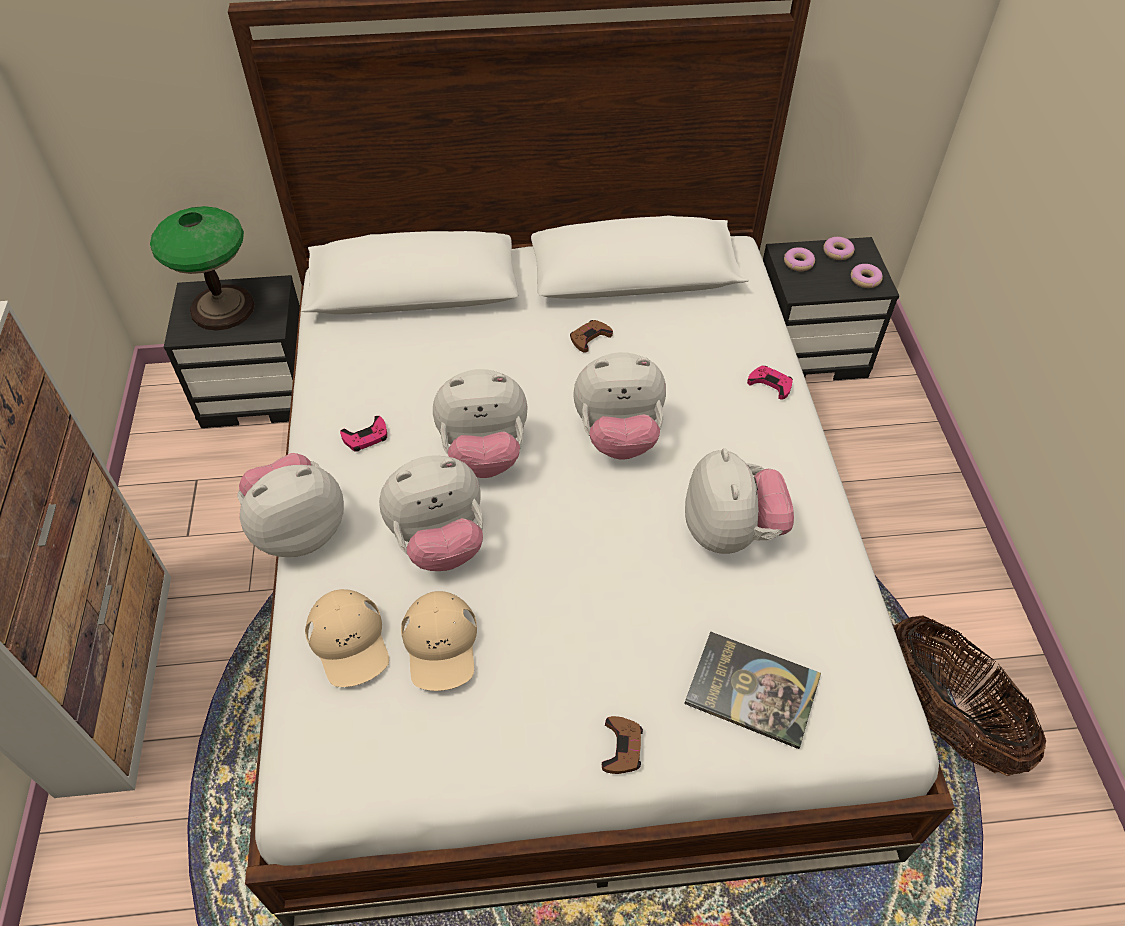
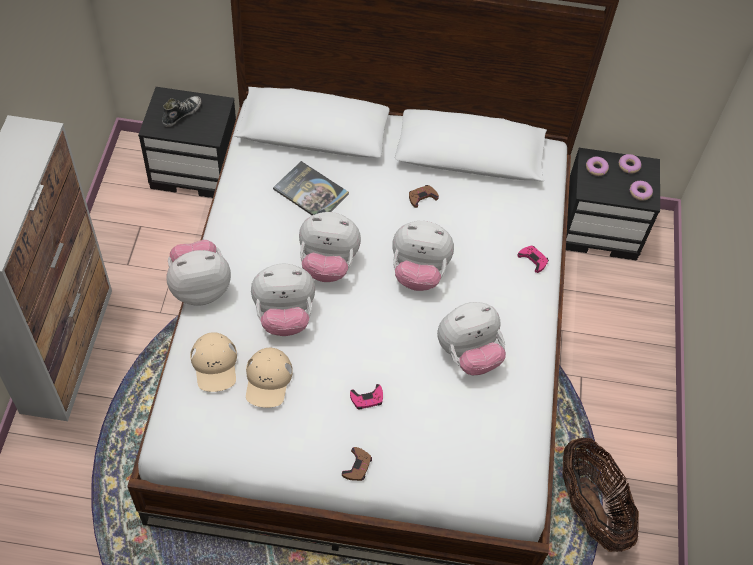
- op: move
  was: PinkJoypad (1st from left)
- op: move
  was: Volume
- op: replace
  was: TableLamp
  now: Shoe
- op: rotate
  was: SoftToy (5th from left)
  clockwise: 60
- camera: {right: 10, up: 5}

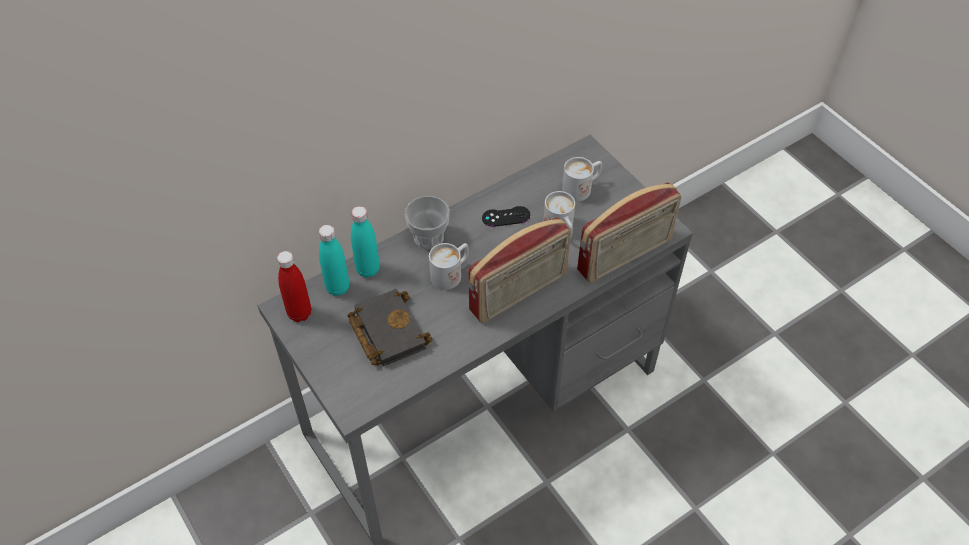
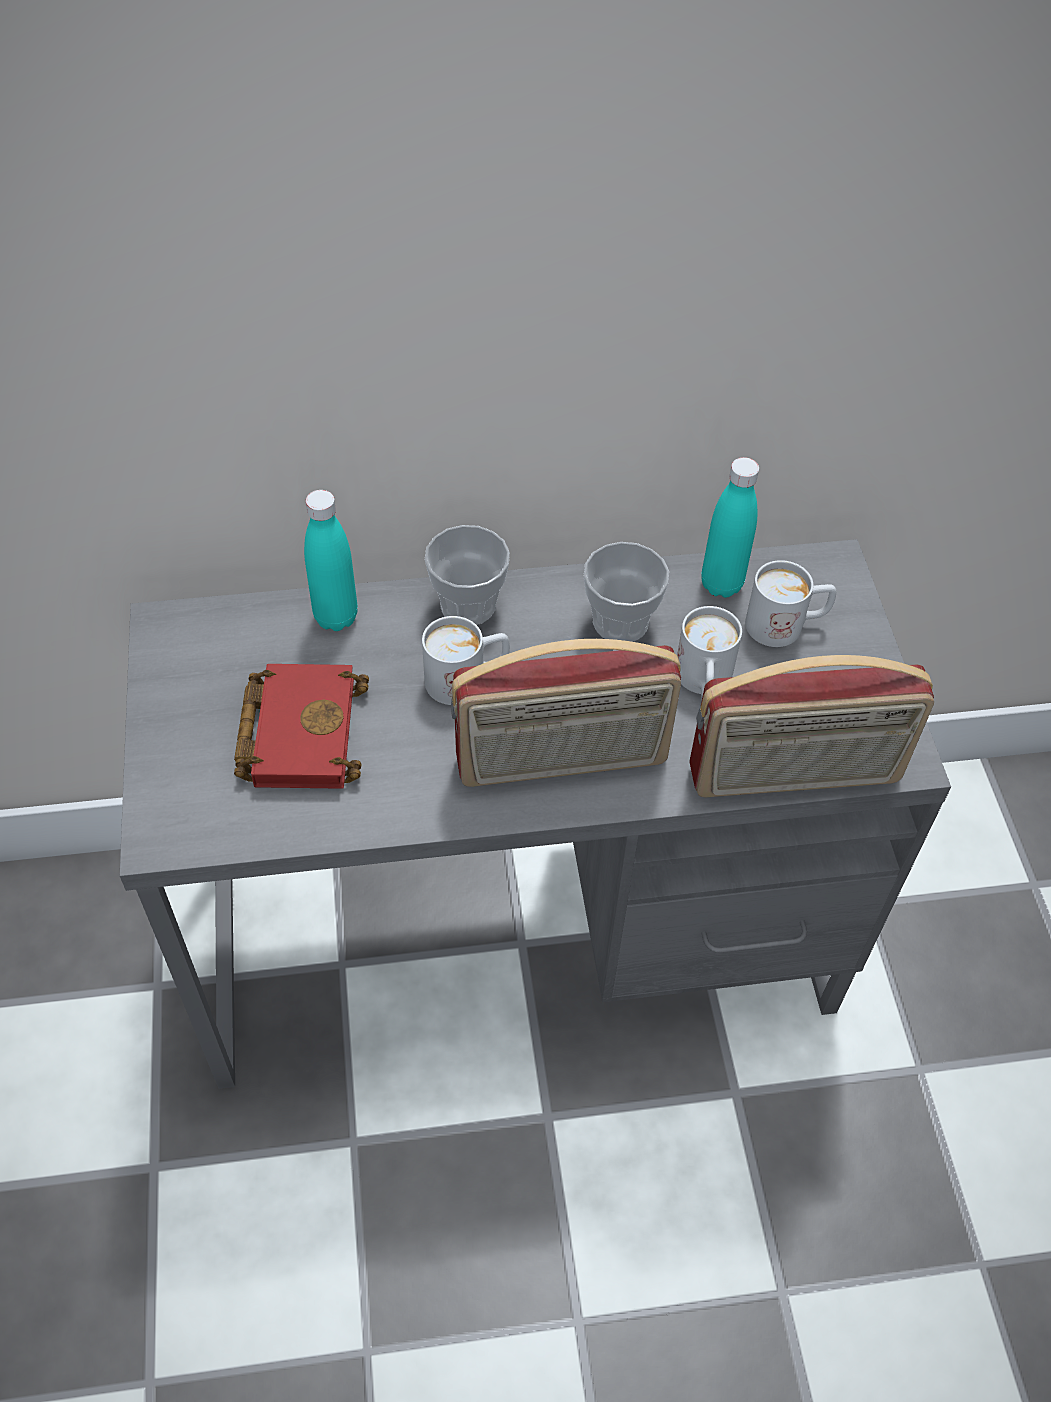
- op: delete
  was: RedColouredBottle
- op: move
  was: TurquoiseColouredBottle (1st from left in the first image)
  now: TurquoiseColouredBottle (2nd from left)
- op: replace
  was: BlackJoypad
  now: DrinkingCup (2nd from left)
- op: recolor
  was: BlackVolume
  now: RedColouredVolume
- camera: {right: 25, up: 0}

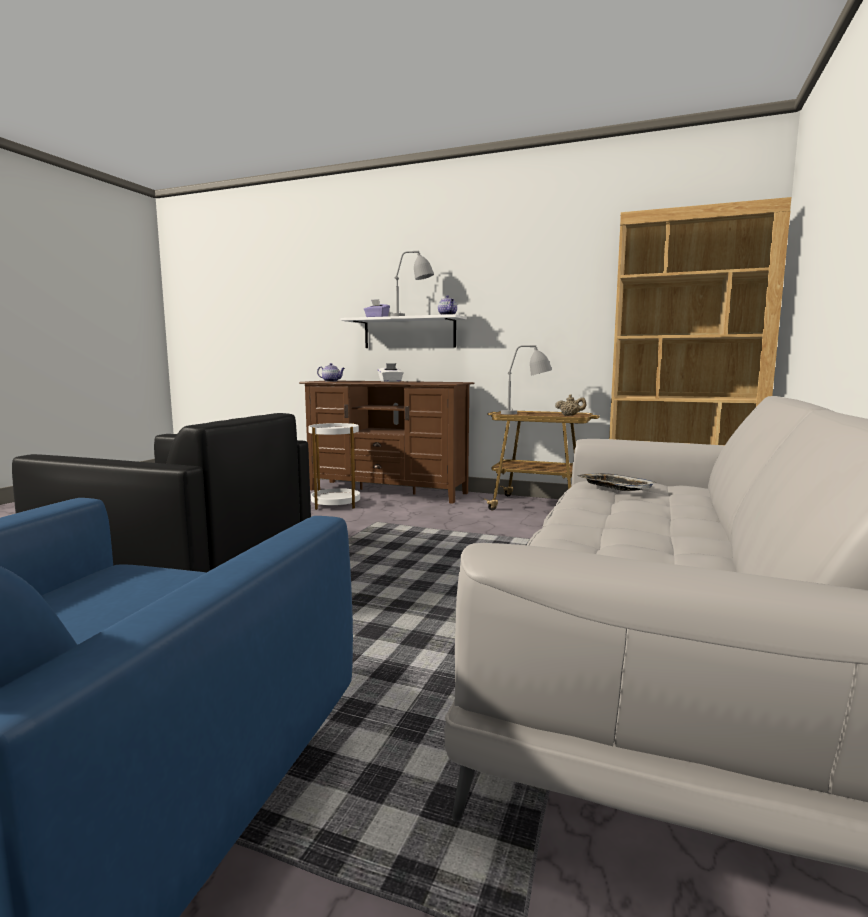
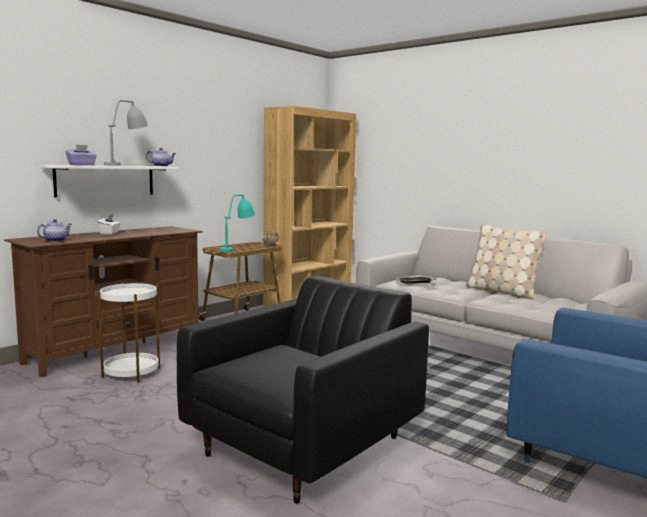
- op: insert
  now: SandColouredPillow
- op: recolor
  was: GreyTableLamp (2nd from left)
  now: TurquoiseColouredTableLamp
- camera: {right: -70, up: 0}

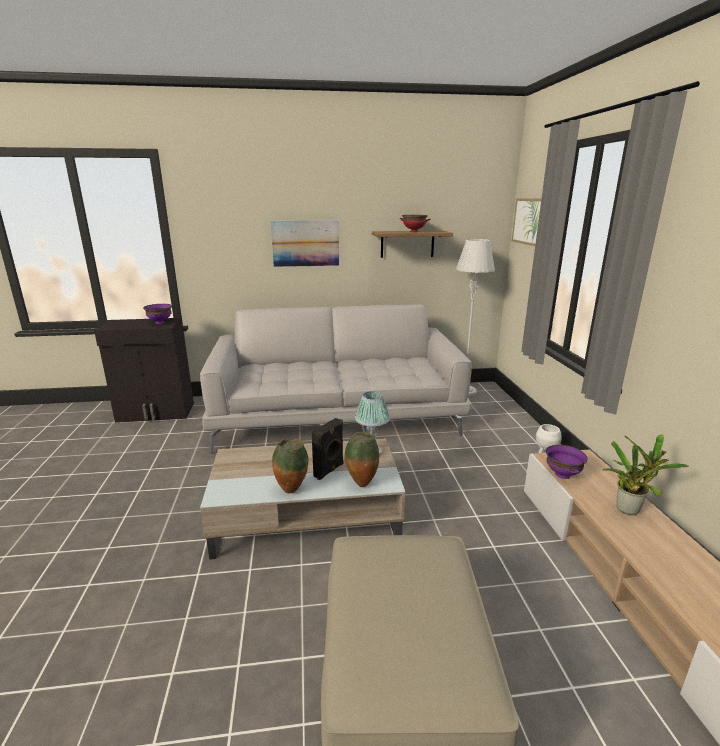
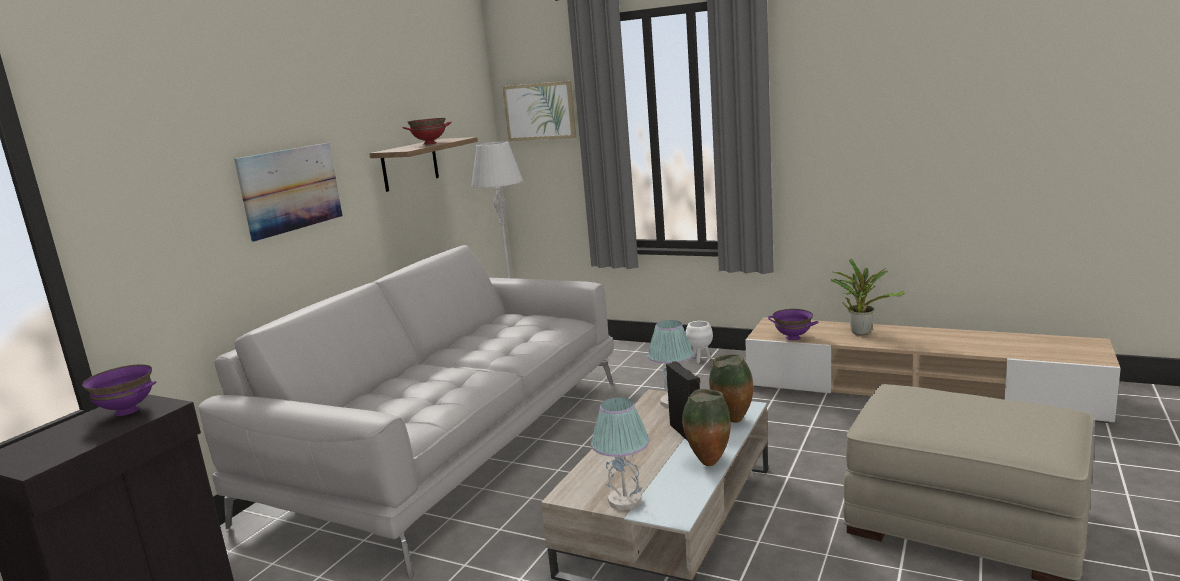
- op: insert
  now: TableLamp (1st from left)
- camera: {right: -55, up: -5}

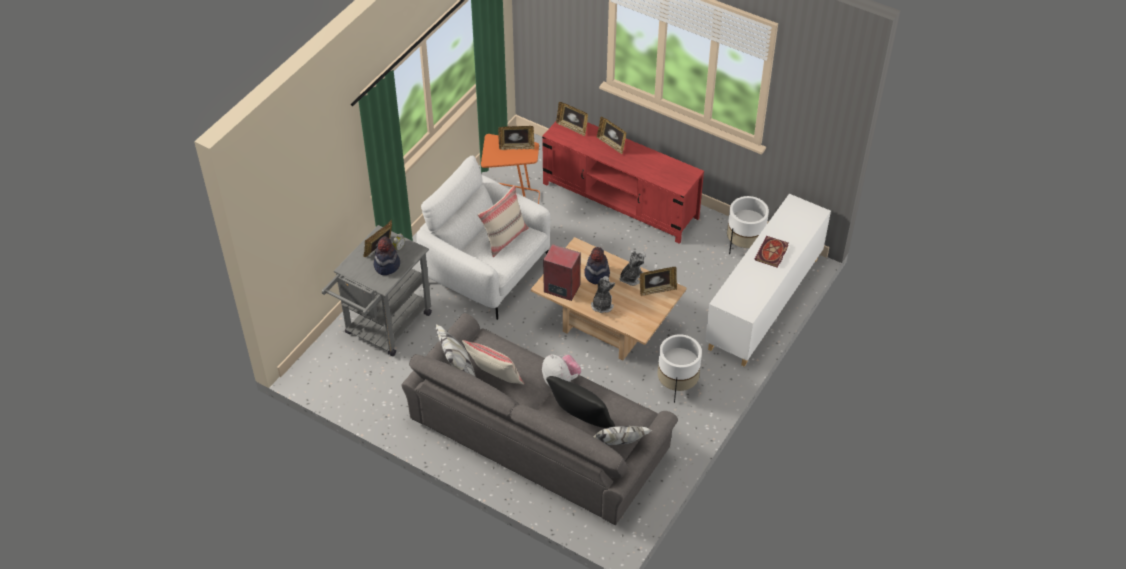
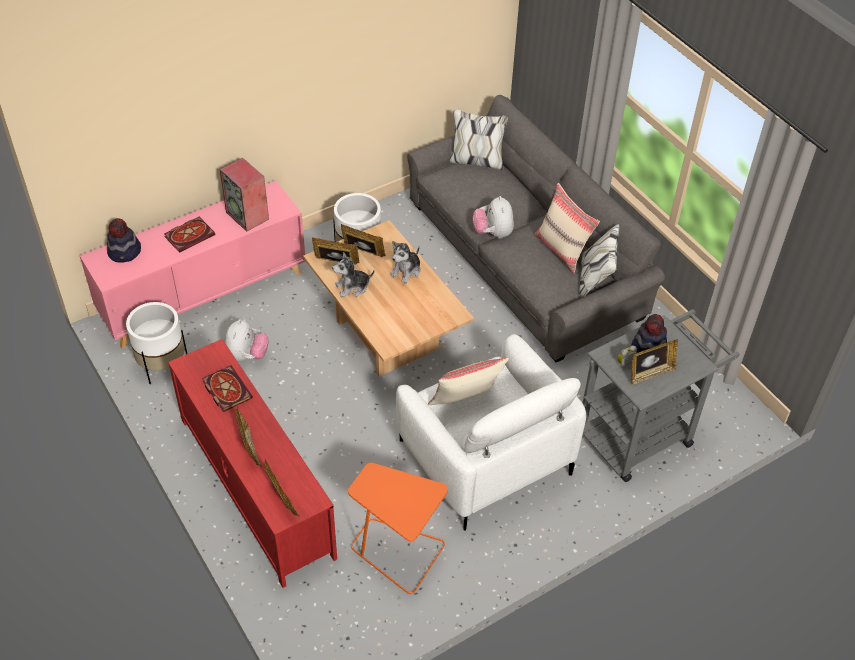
- op: delete
  was: BlackPillow
- op: insert
  now: Volume (2nd from left)
- op: insert
  now: SoftToy (1st from left)
- op: move
  was: PictureFrame (2nd from left in the first image)
  now: PictureFrame (4th from left)
- op: move
  was: Loudspeaker
- op: move
  was: ClothingHat (2nd from left in the first image)
  now: ClothingHat (1st from left)
- op: recolor
  was: WhiteColouredStorageCabinet
  now: PinkStorageCabinet
- camera: {right: -155, up: 0}

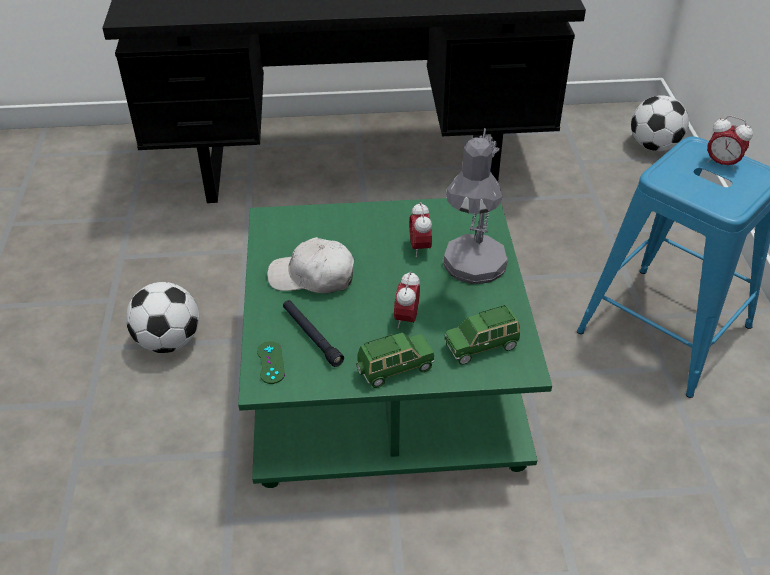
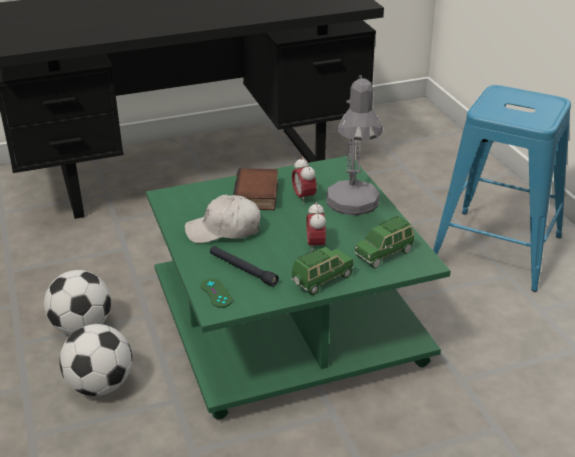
- op: delete
  was: TableClock (3rd from left)
- op: insert
  now: Volume
- op: move
  was: Football (2nd from left)
- camera: {right: -15, up: -10}

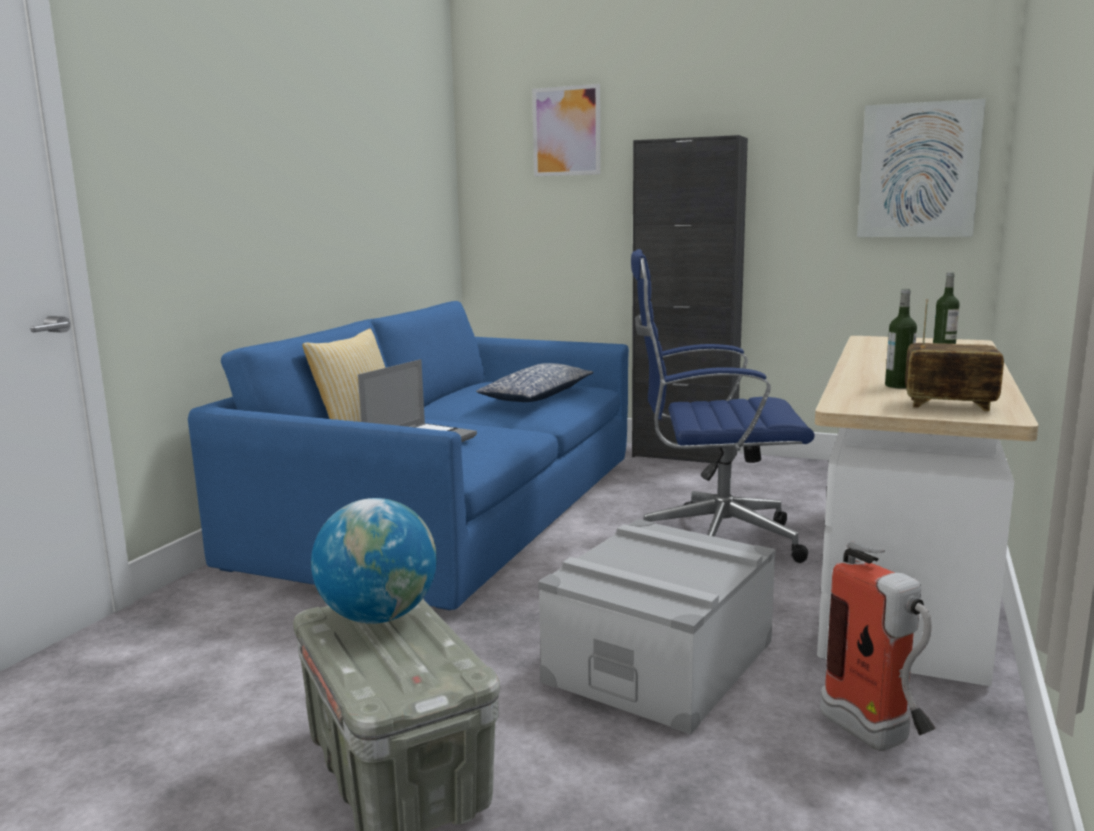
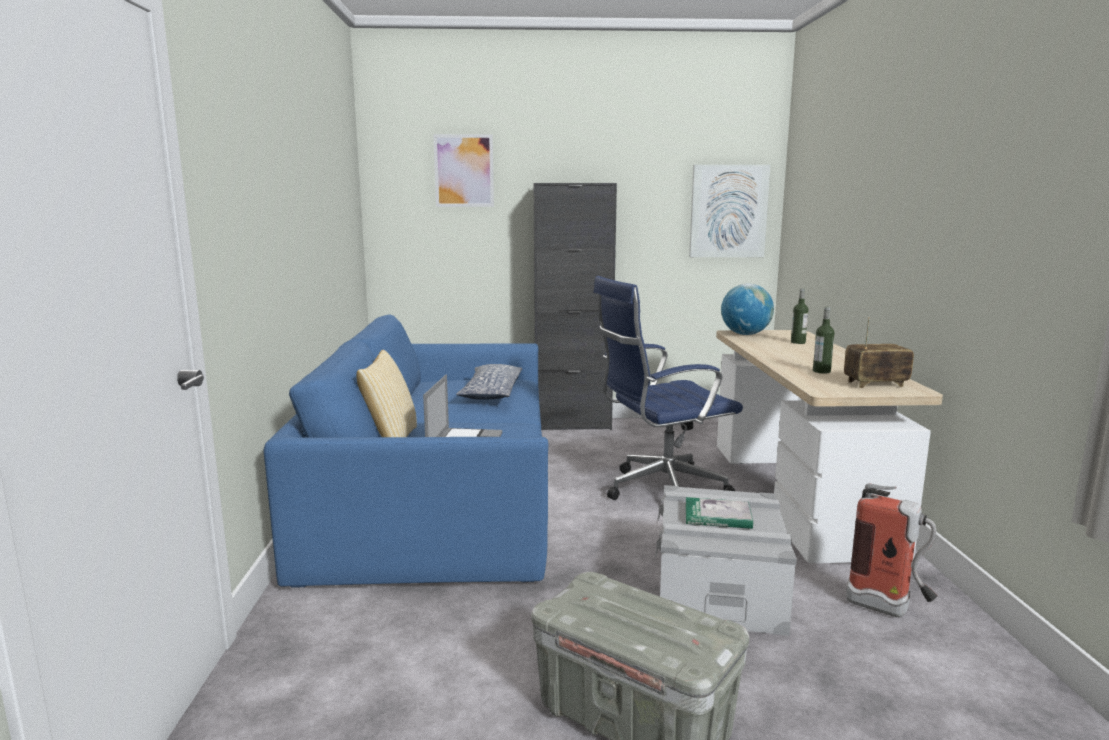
- op: insert
  now: Volume
- op: move
  was: DeskGlobe
- camera: {right: -25, up: 0}

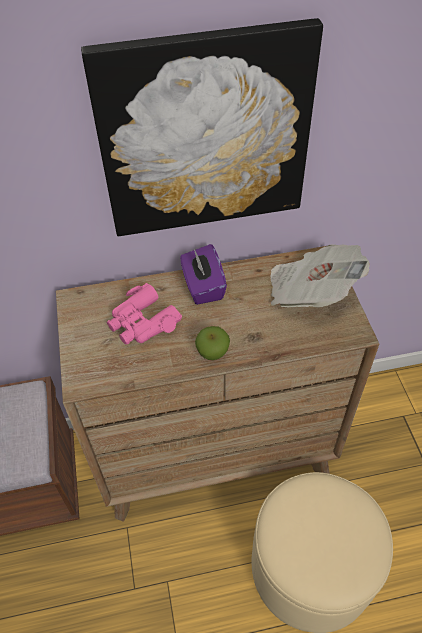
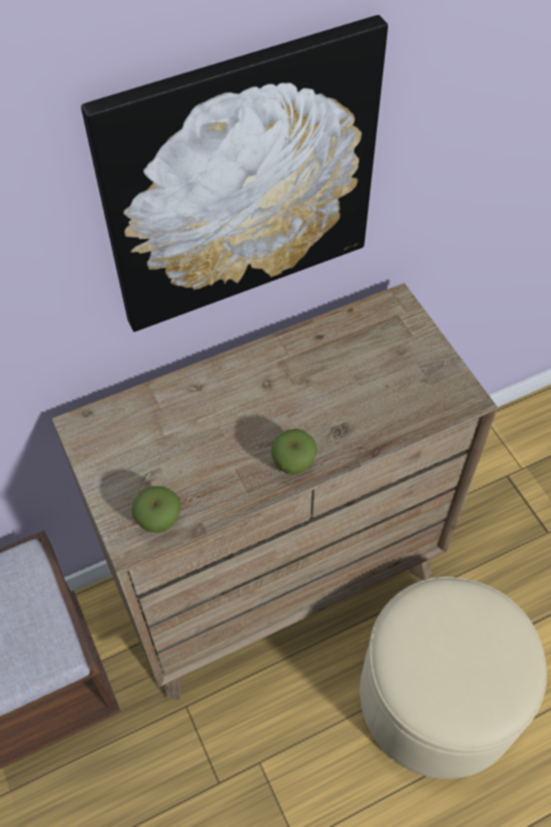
- op: delete
  was: PinkBinoculars
- op: delete
  was: PurplishTissueHolder
- op: delete
  was: Newspaper
- op: insert
  now: Apple (1st from left)
- camera: {right: -15, up: 5}

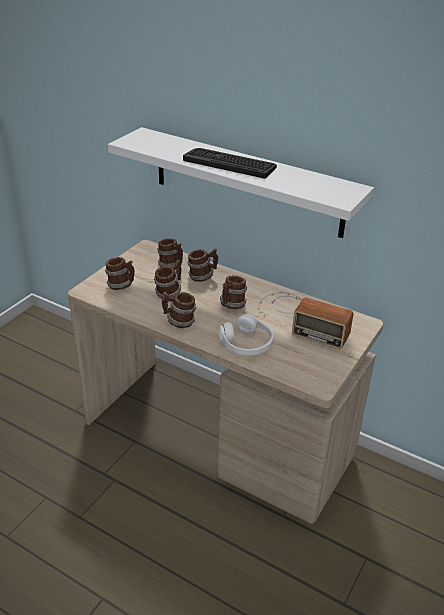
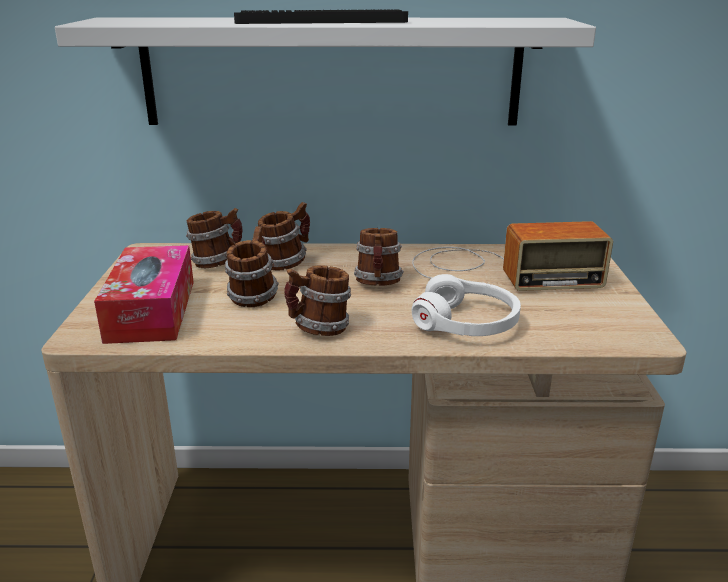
- op: replace
  was: CoffeeMug (1st from left)
  now: TissueHolder
- camera: {right: -30, up: -10}

